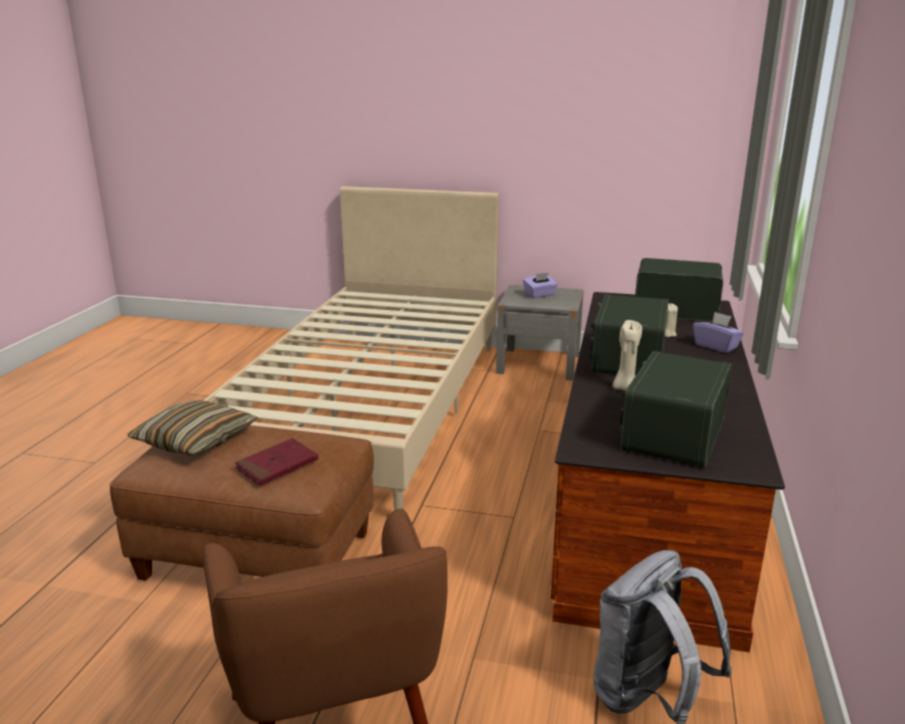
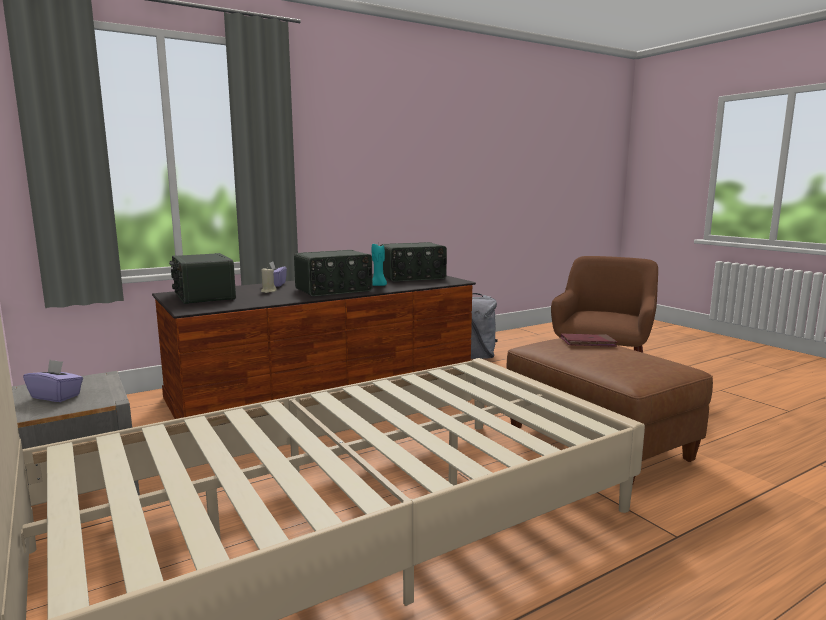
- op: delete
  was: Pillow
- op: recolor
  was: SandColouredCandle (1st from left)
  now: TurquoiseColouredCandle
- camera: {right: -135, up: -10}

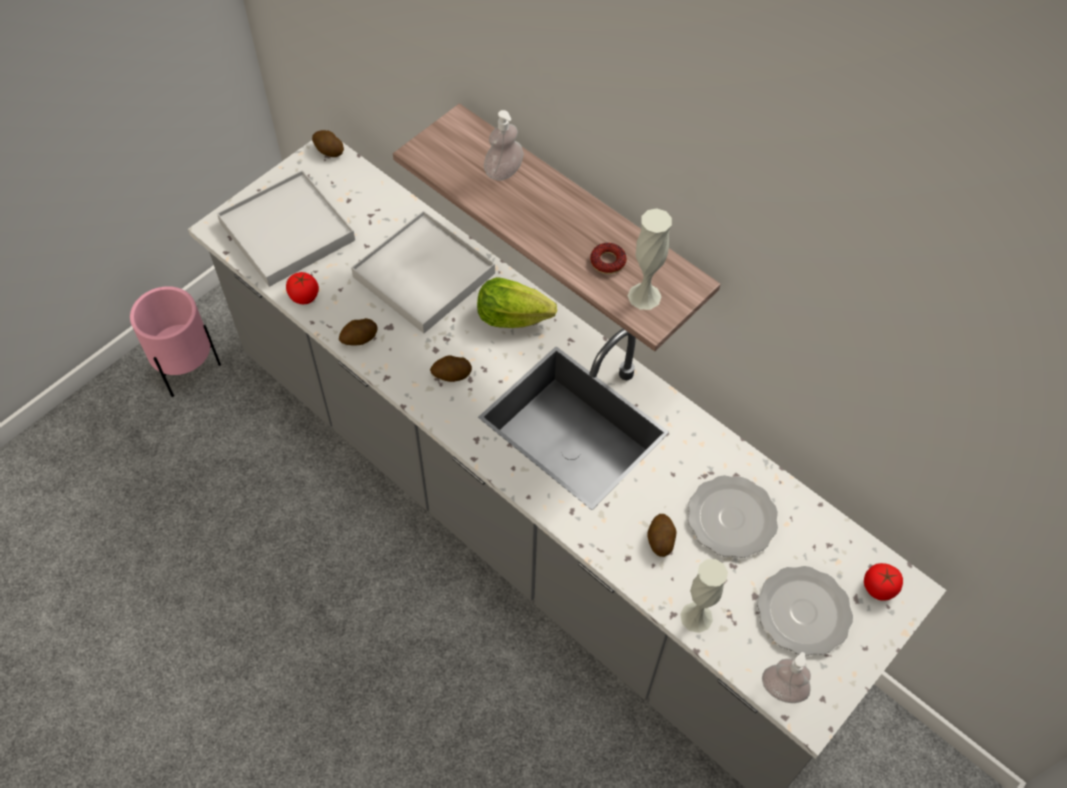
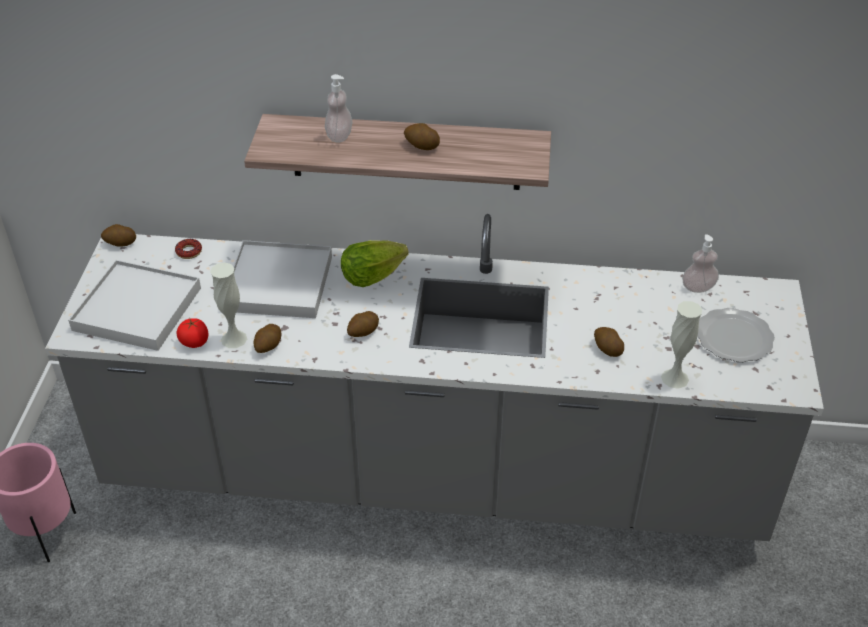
- op: delete
  was: Plate (1st from left)
- op: delete
  was: Tomato (2nd from left)
- op: insert
  now: Potato (4th from left)
- op: move
  was: RingDoughnut
- op: move
  was: WhiteColouredVase (1st from left)
- op: move
  was: SoapBottle (2nd from left)
- camera: {right: -35, up: -15}

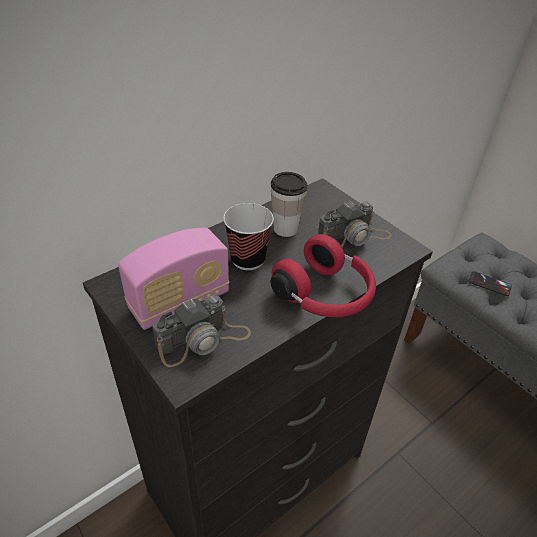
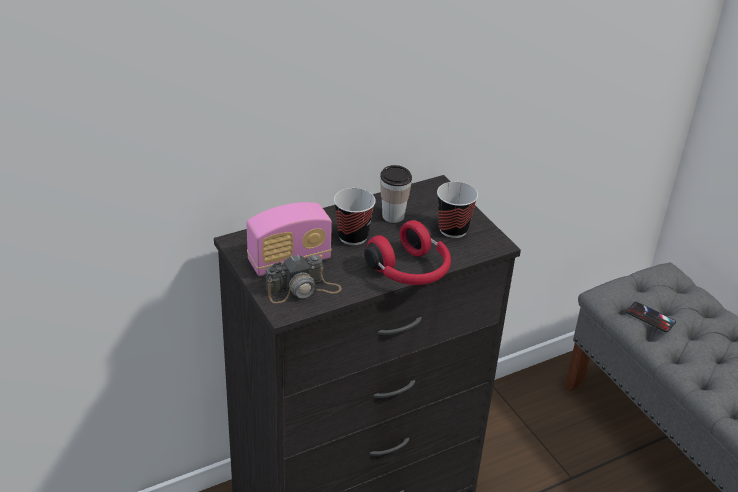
- op: replace
  was: StillCamera (2nd from left)
  now: DrinkingCup (3rd from left)
- camera: {right: 10, up: -5}

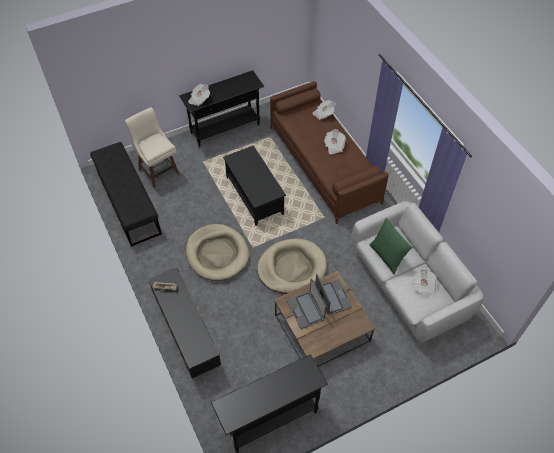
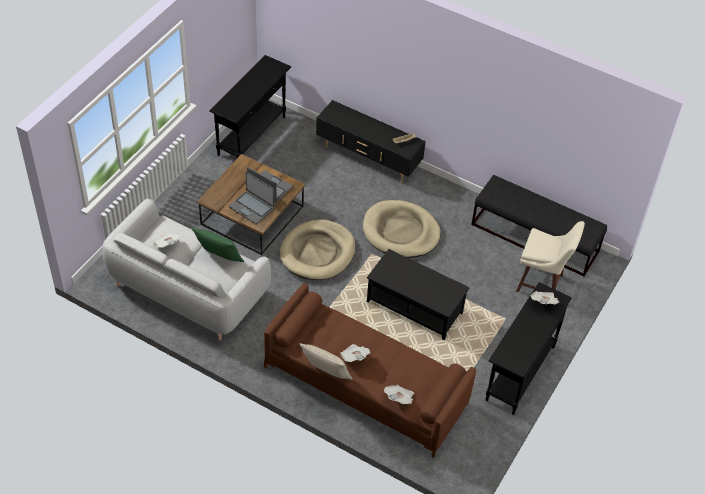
- op: insert
  now: SandColouredPillow
- camera: {right: 145, up: -5}

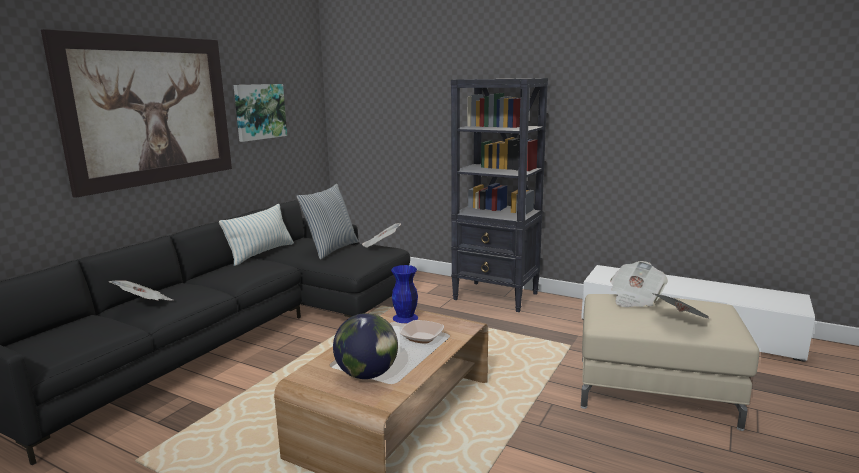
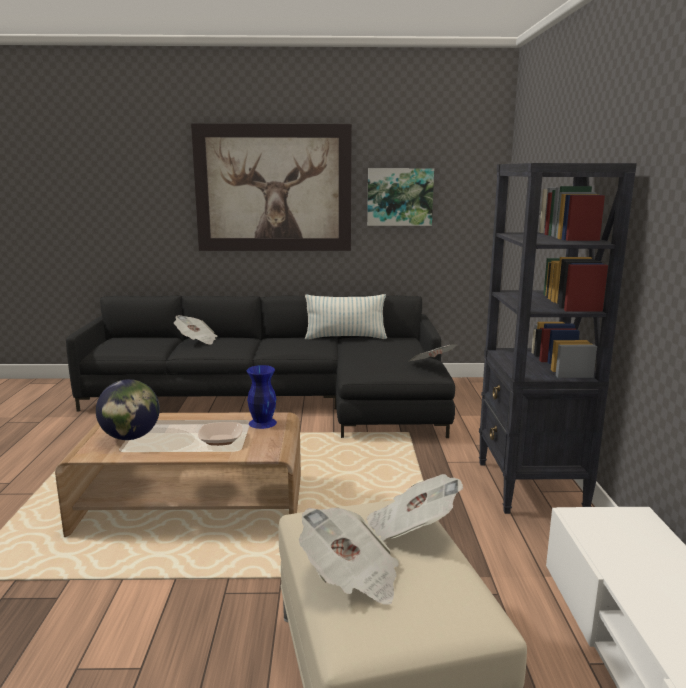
- op: delete
  was: Pillow (2nd from left)
- camera: {right: 60, up: 0}

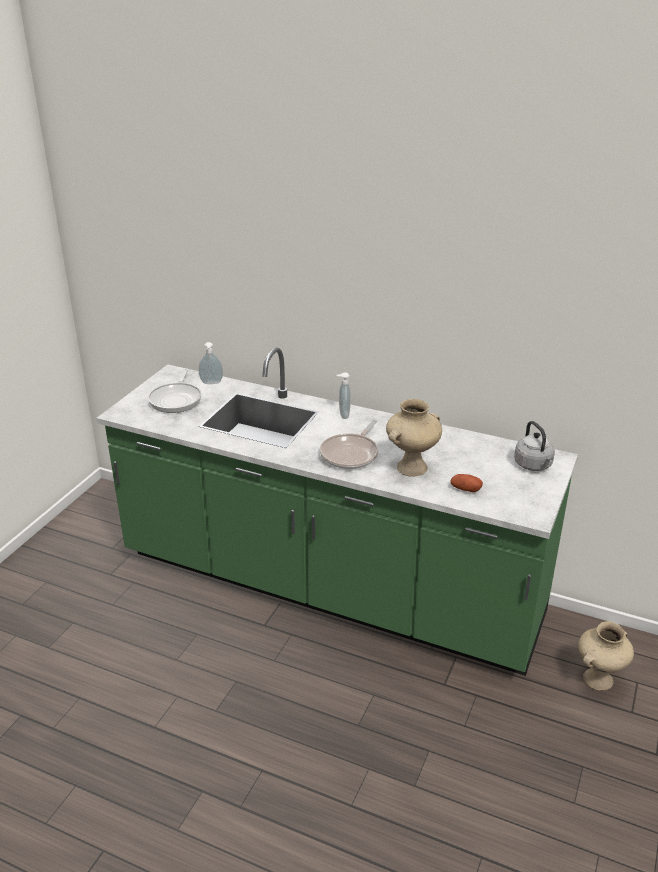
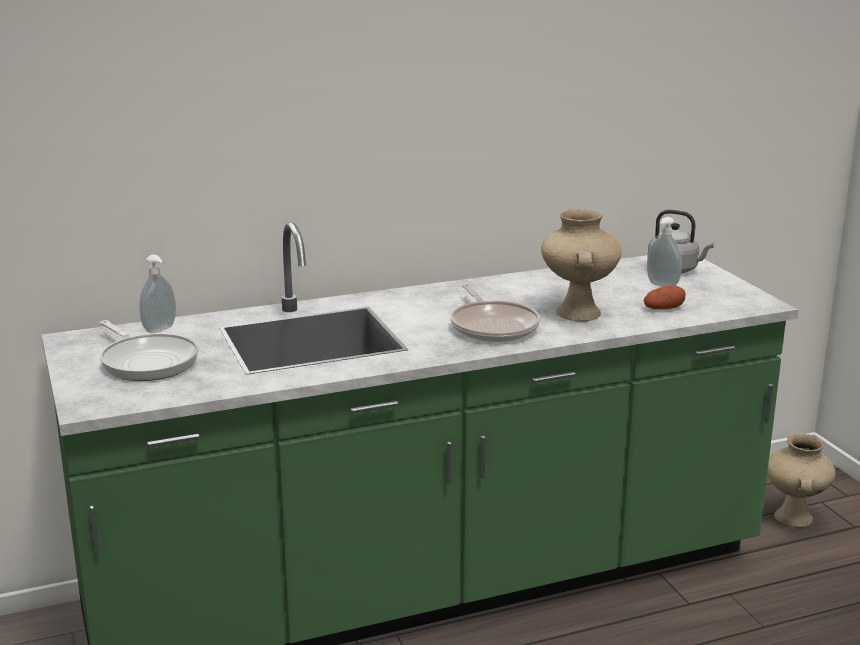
- op: move
  was: SoapBottle (2nd from left)
- camera: {right: -45, up: -10}

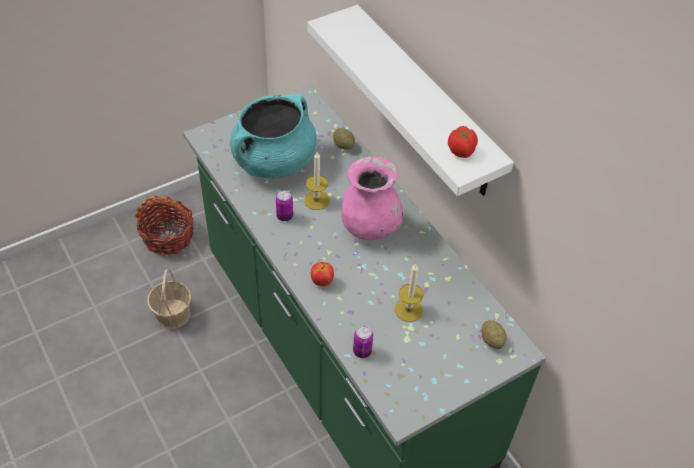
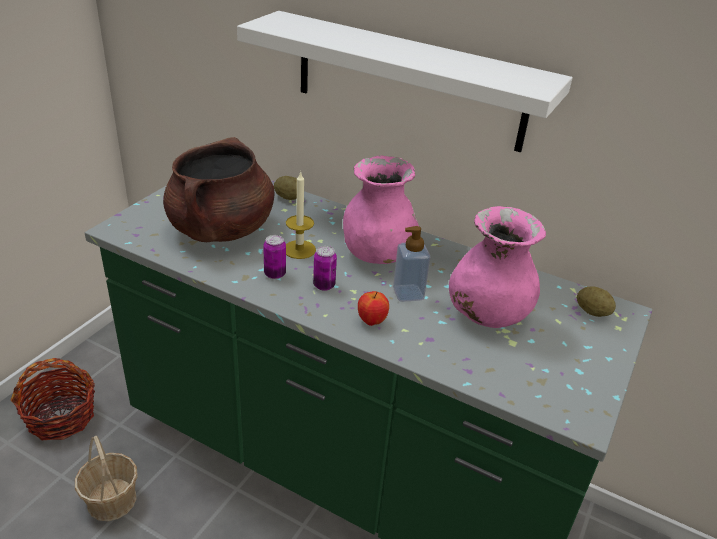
- op: delete
  was: Tomato
- op: insert
  now: SoapBottle
- op: move
  was: Can (2nd from left)
- op: replace
  was: Candle (2nd from left)
  now: PinkVase (2nd from left)
- op: recolor
  was: TurquoiseColouredCookingPot
  now: BrownColouredCookingPot
- camera: {right: -30, up: -15}

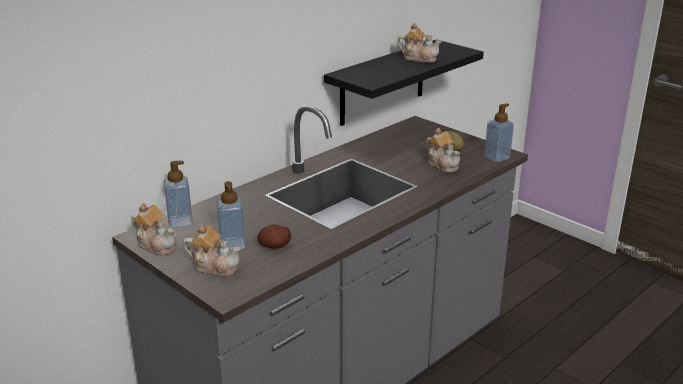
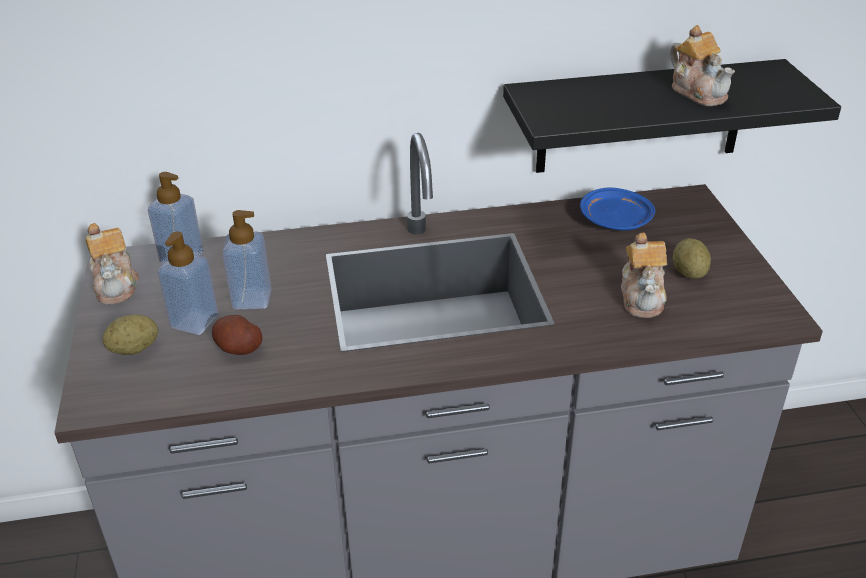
- op: insert
  now: BluishPlate
- op: move
  was: SoapBottle (3rd from left)
- op: replace
  was: PotForTea (2nd from left)
  now: Potato (1st from left)
- camera: {right: 35, up: 10}

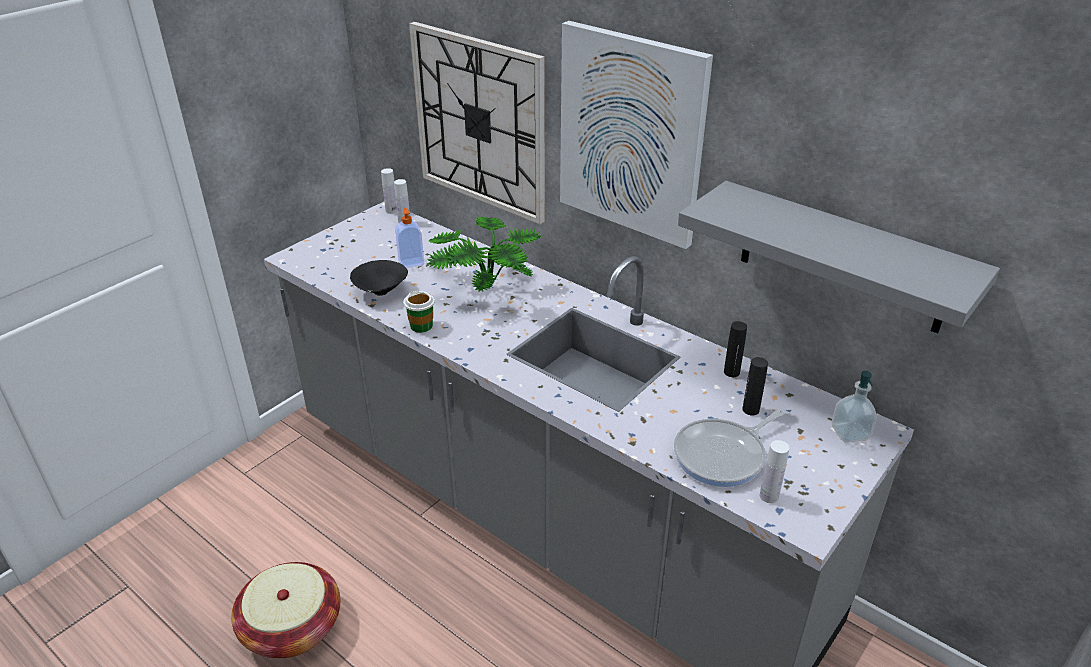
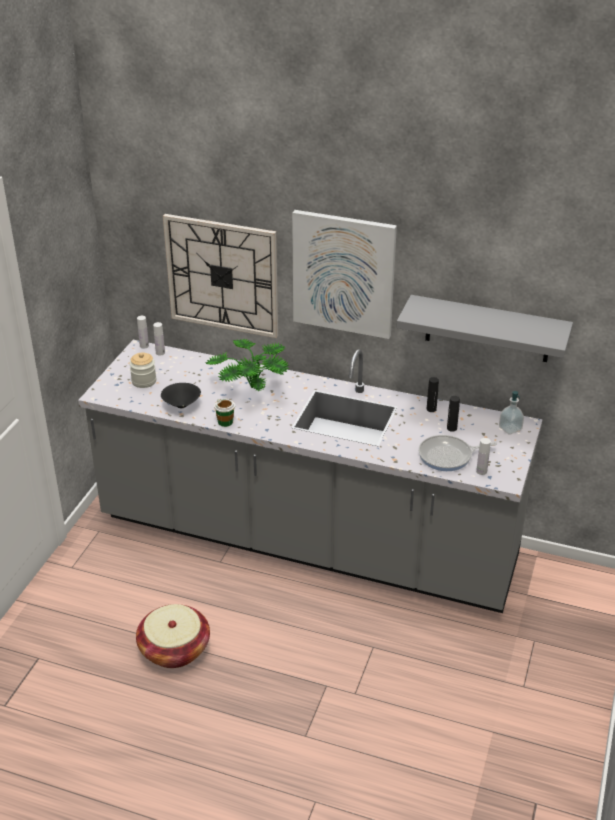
- op: delete
  was: SoapBottle (1st from left)
- op: insert
  now: Jar
- op: rotate
  was: Pan
  clockwise: 45
- camera: {right: -20, up: 0}

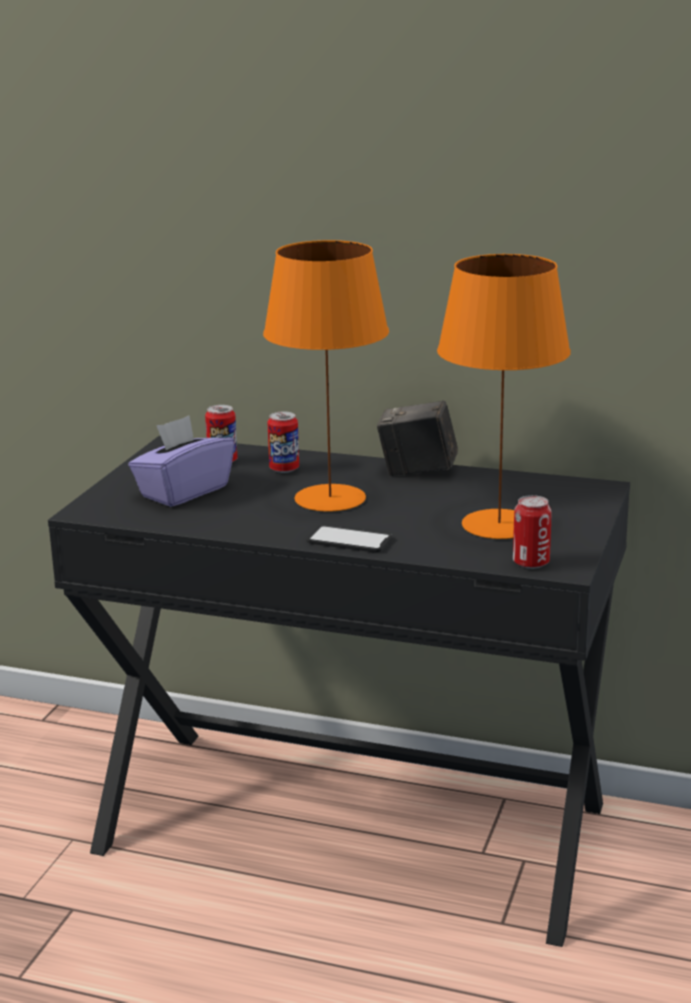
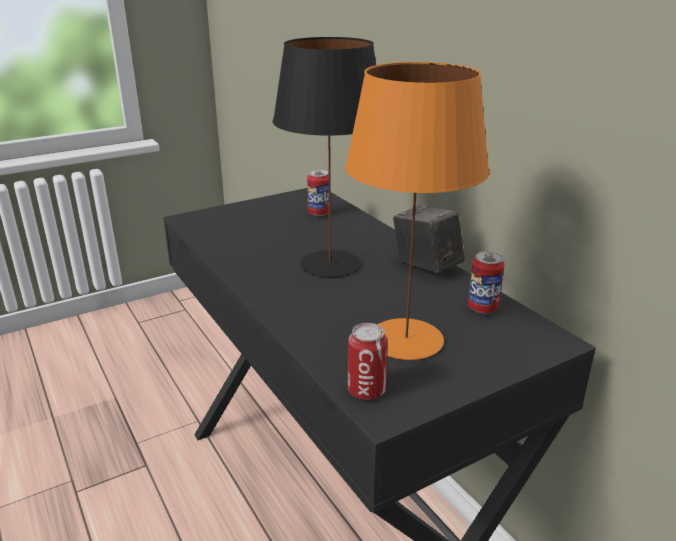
- op: delete
  was: PurplishTissueHolder
- op: delete
  was: Phone
- op: move
  was: Can (2nd from left in the first image)
  now: Can (3rd from left)
- op: recolor
  was: OrangeTableLamp (1st from left)
  now: BlackTableLamp
- camera: {right: 40, up: 5}

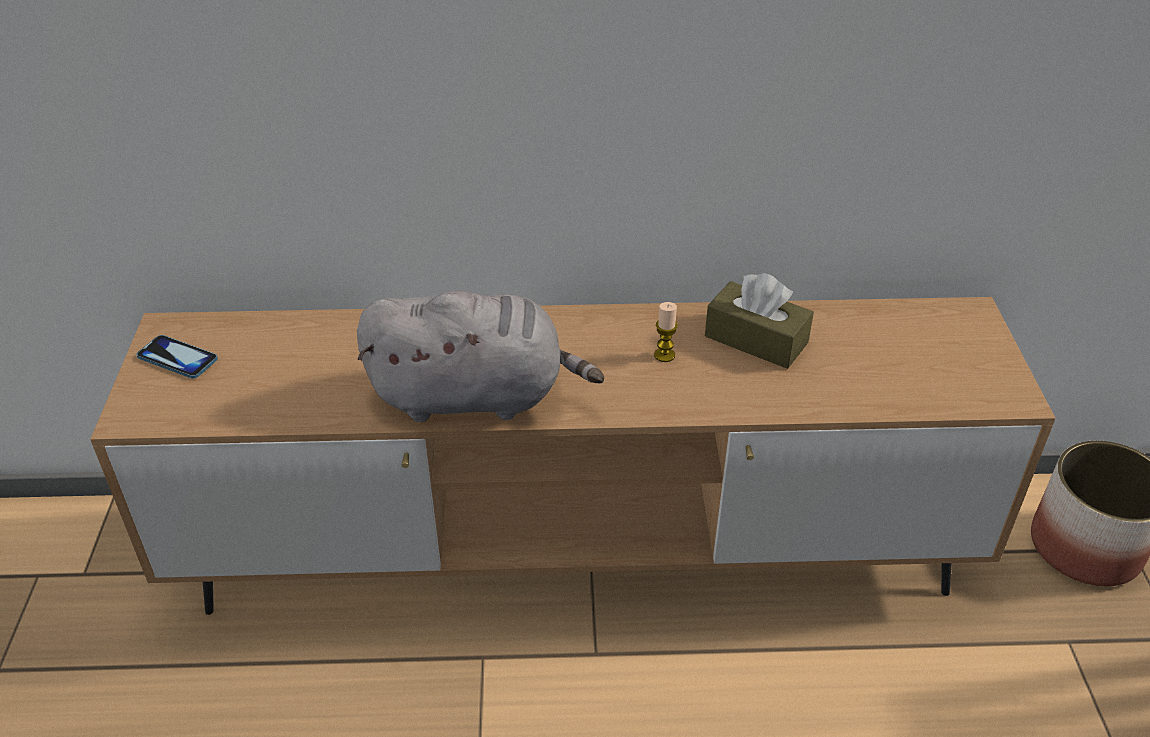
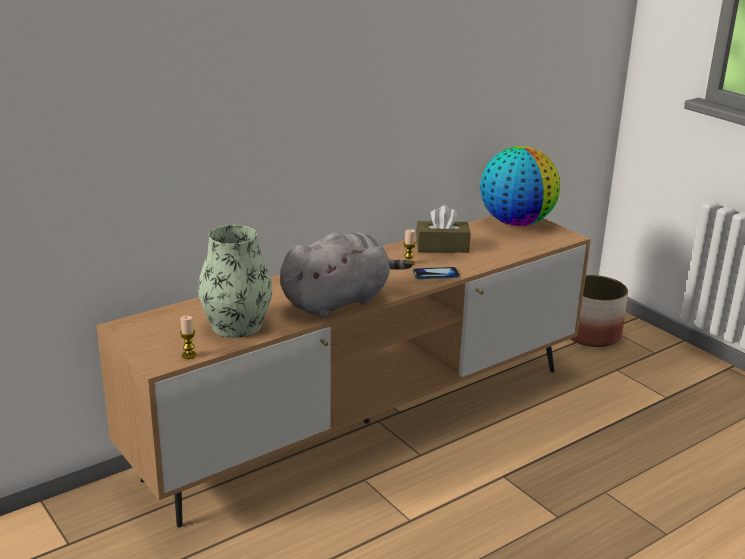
- op: insert
  now: Candle (1st from left)
- op: insert
  now: Vase
- op: insert
  now: DeskGlobe
- op: move
  was: Phone
- camera: {right: -35, up: -15}

